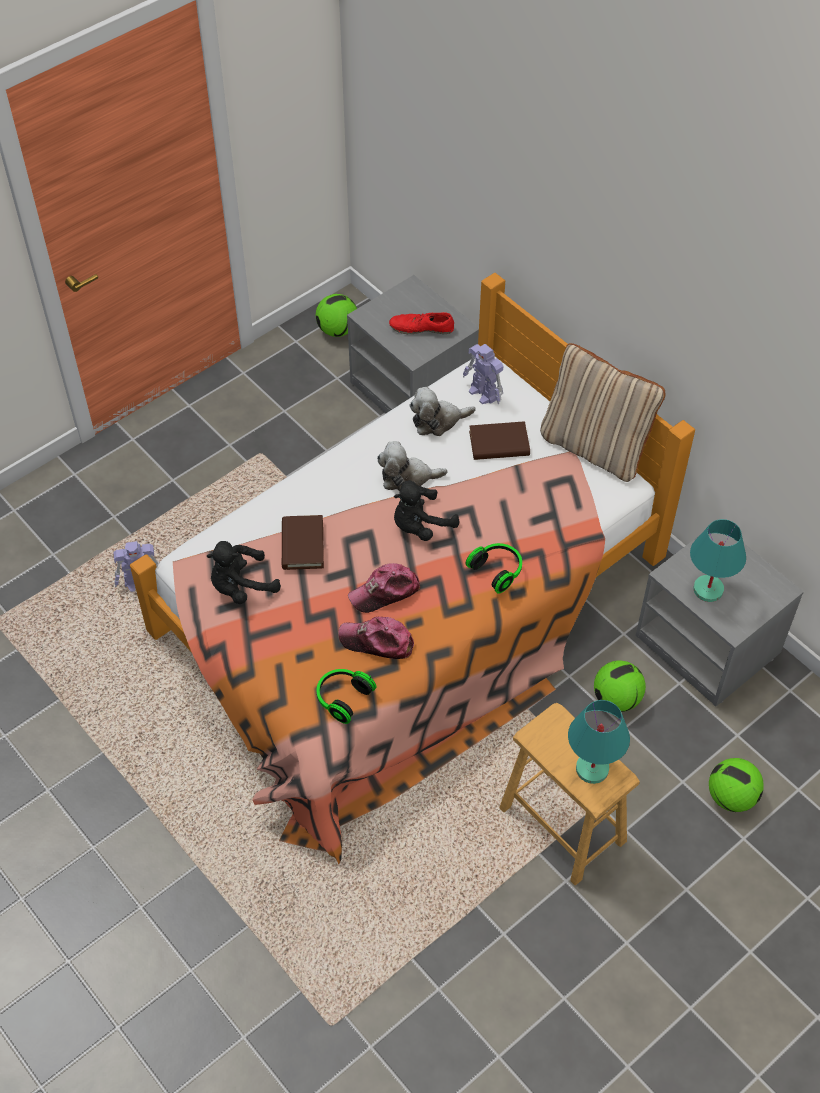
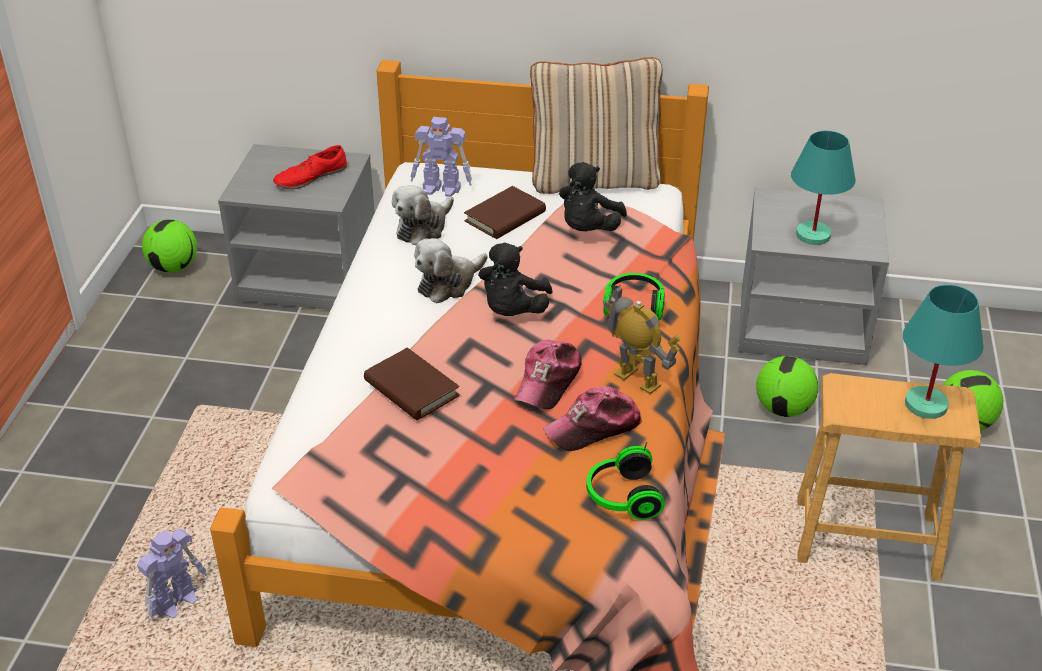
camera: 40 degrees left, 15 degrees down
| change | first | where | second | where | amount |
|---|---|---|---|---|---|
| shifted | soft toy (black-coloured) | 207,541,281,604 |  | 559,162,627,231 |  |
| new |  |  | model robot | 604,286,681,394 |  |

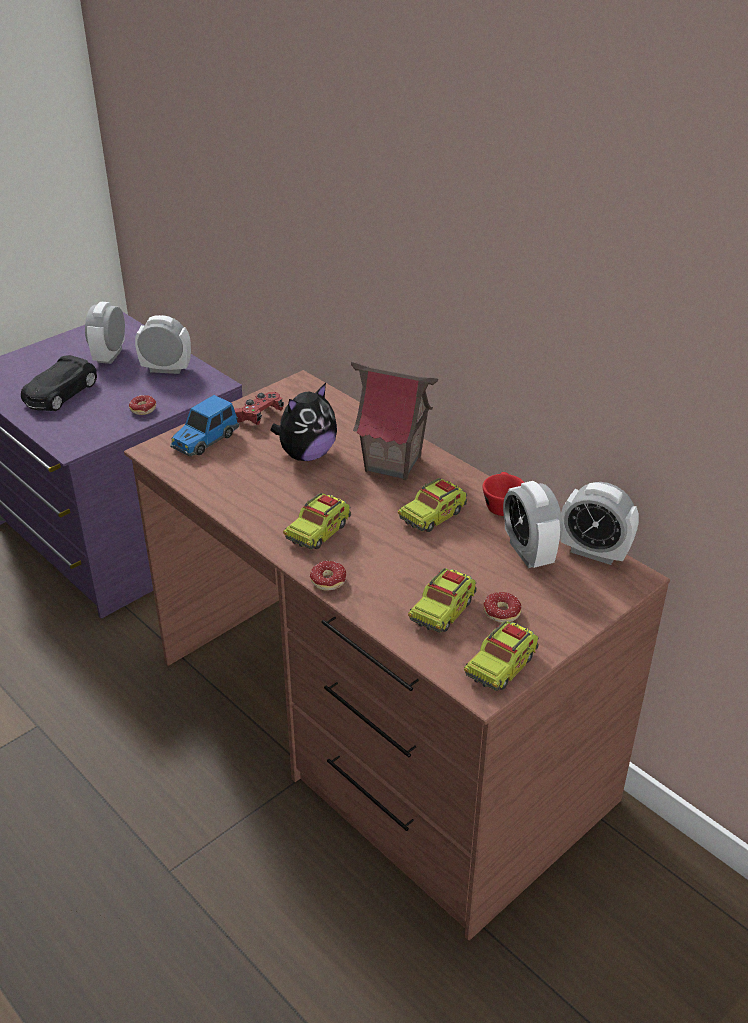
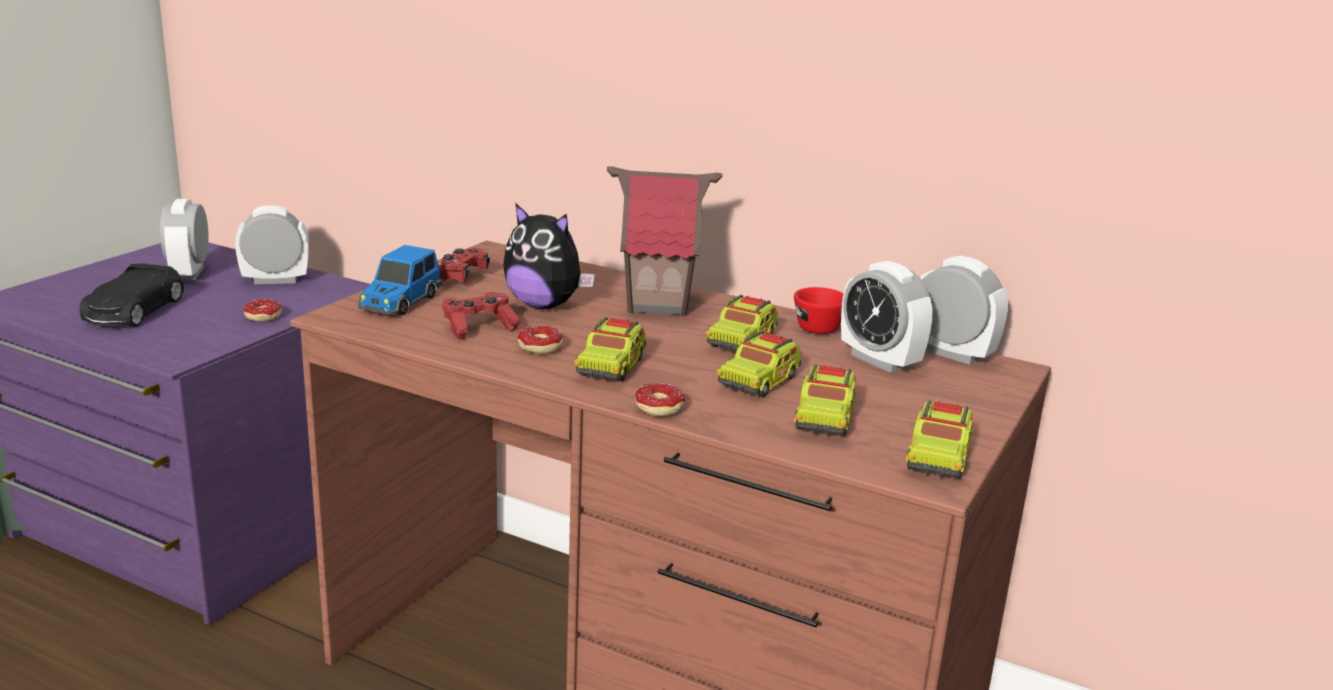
camera: 20 degrees left, 15 degrees down
| change | first | where | second | where | amount |
|---|---|---|---|---|---|
| rotated | soft toy | 270,383,337,461 |  | 503,203,595,309 | 90 degrees clockwise |
| rotated | bedside clock | 560,482,639,565 |  | 920,256,1008,365 | 150 degrees counterclockwise |
| shifted | donut | 483,592,522,623 |  | 518,326,563,354 |  |
| new |  |  | gamepad (red-coloured) | 442,292,521,339 |  |
| new |  |  | model truck | 716,331,802,398 |  |

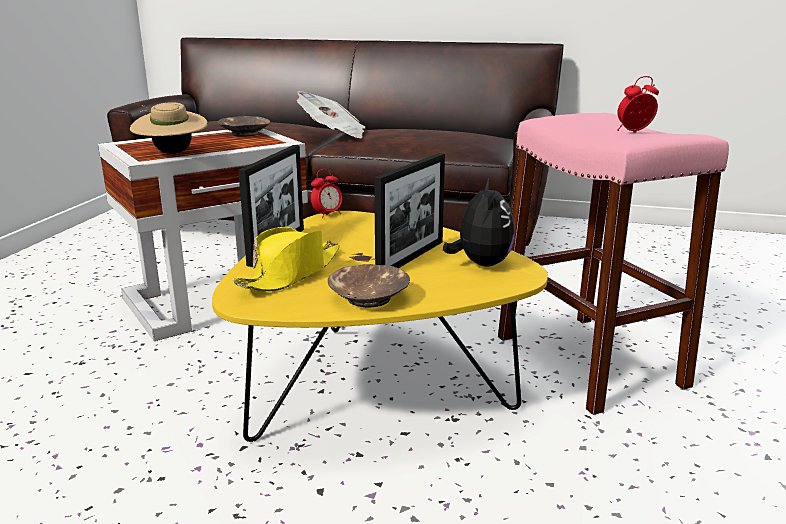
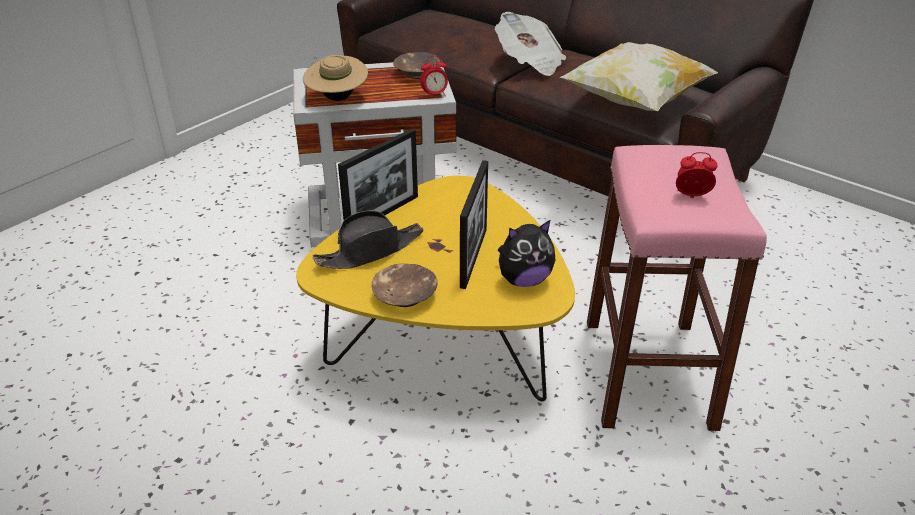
camera: 25 degrees right, 15 degrees up
| change | first | where | second | where | amount |
|---|---|---|---|---|---|
| rotated | picture frame | 374,153,445,268 |  | 460,160,488,289 | 45 degrees counterclockwise |
| shifted | bedside clock | 311,169,342,218 |  | 420,56,448,98 |  |
| rotated | soft toy | 443,179,514,267 |  | 498,220,555,287 | 45 degrees clockwise |
| repainted | wearable hat (yellowish) | 232,227,340,291 | wearable hat (black-coloured) | 313,210,424,269 |  |
| new |  |  | throw pillow | 559,42,718,111 |  |

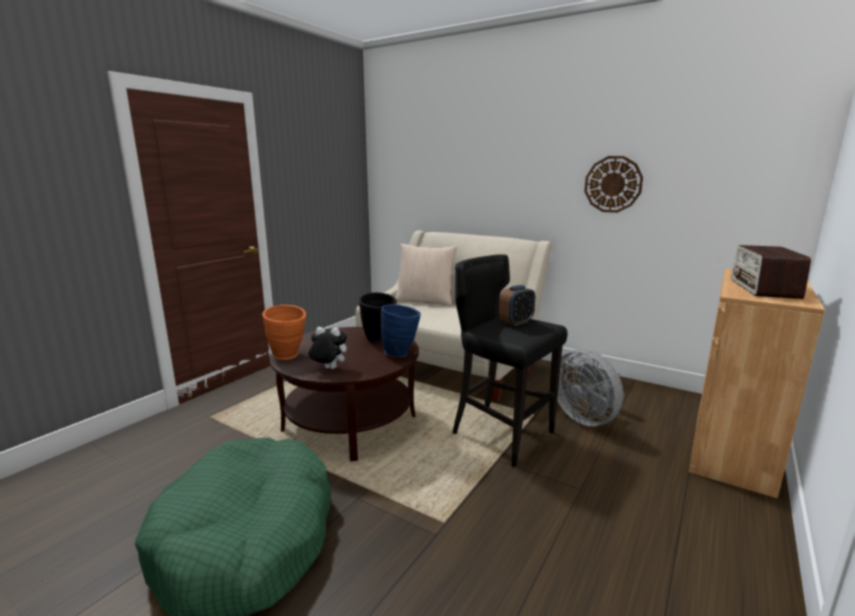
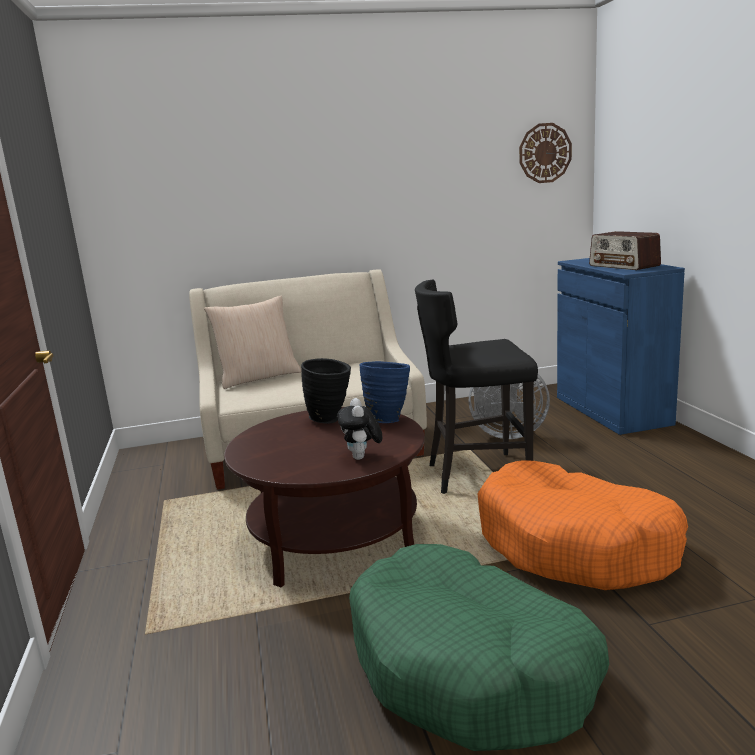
camera: 45 degrees left, 0 degrees up
| change | first | where | second | where | amount |
|---|---|---|---|---|---|
| shifted | hanging clock | 584,156,643,213 |  | 519,123,572,183 |  |
| repainted | storage cabinet (brown-coloured) | 689,269,825,498 | storage cabinet (bluish) | 557,258,685,435 |  |
| gone | bedside clock | 499,285,535,326 |  |  |  |
| gone | decorative vase (orange-coloured) | 262,305,306,360 |  |  |  |
| rotated | soft toy | 308,327,347,369 |  | 337,398,382,460 | 60 degrees counterclockwise |
| new |  |  | pet bed (orange-coloured) | 478,460,688,590 |  |

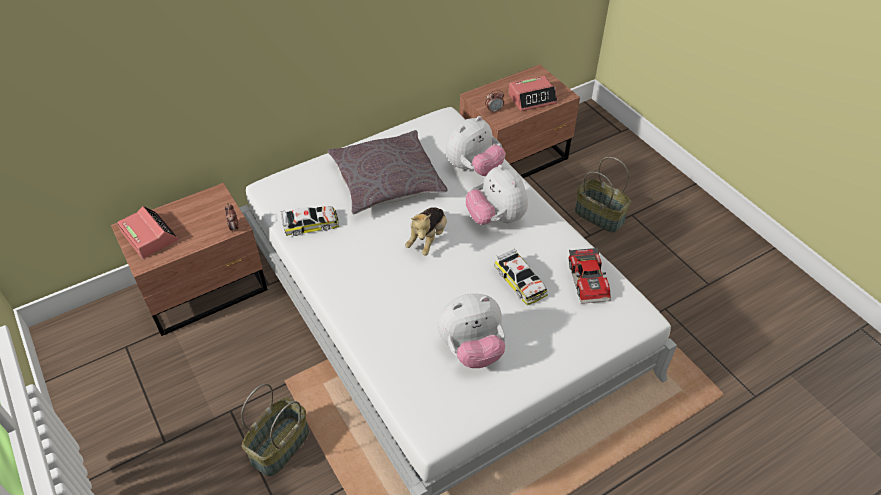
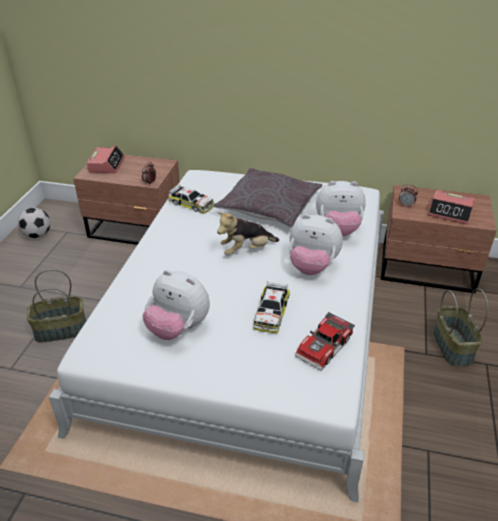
camera: 45 degrees right, 10 degrees down
| change | first | where | second | where | amount |
|---|---|---|---|---|---|
| rotated | soft toy | 466,164,528,225 |  | 289,214,343,275 | 90 degrees counterclockwise |
| new |  |  | football | 18,208,50,238 |  |

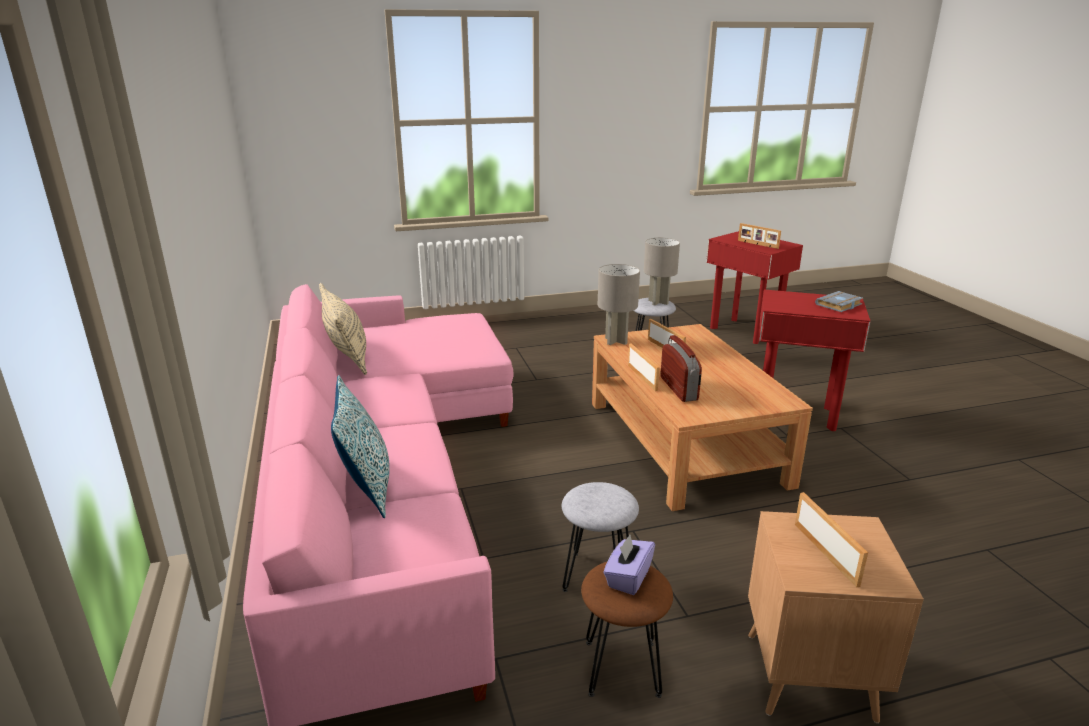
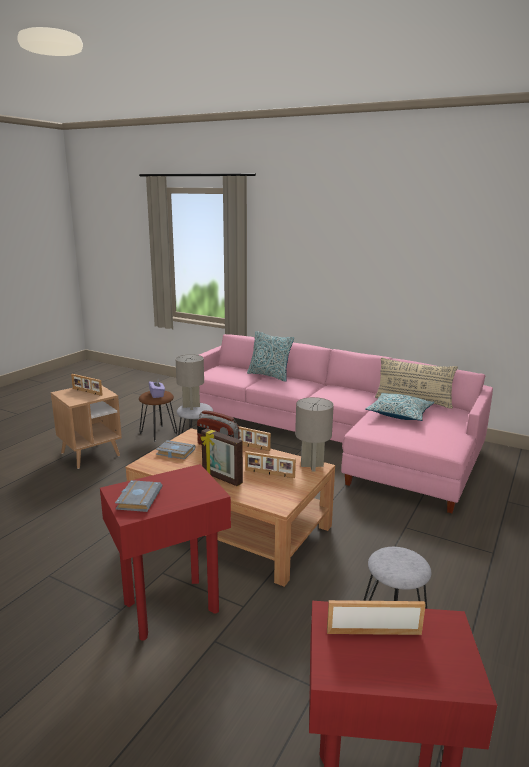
camera: 135 degrees right, 5 degrees down
| change | first | where | second | where | amount |
|---|---|---|---|---|---|
| shifted | tabletop lamp (grey) | 644,238,680,305 |  | 176,354,204,410 |  |
| new |  |  | throw pillow | 365,393,435,421 |  |
| new |  |  | picture frame | 201,428,243,486 |  |
| new |  |  | book (grey) | 156,440,195,460 |  |

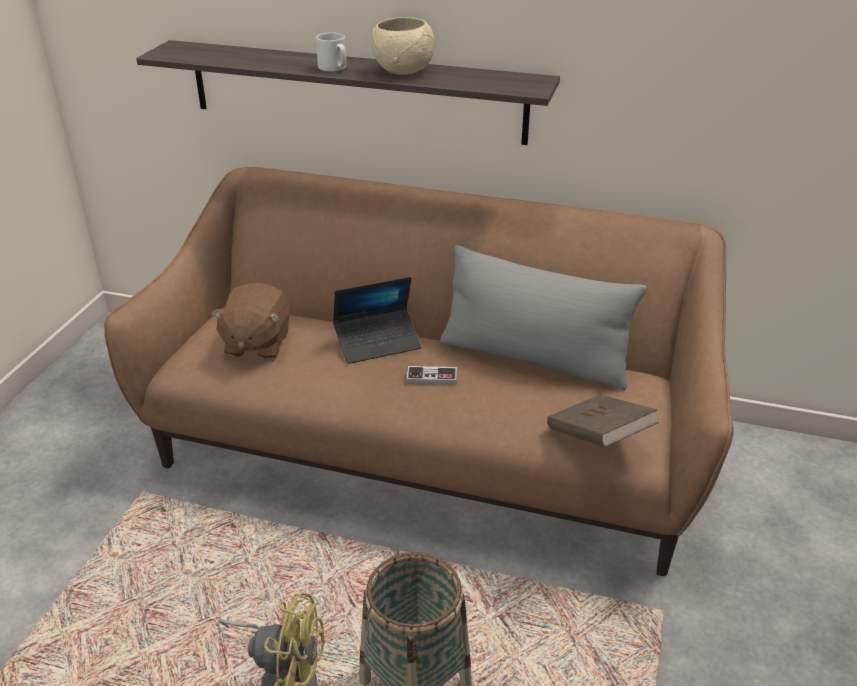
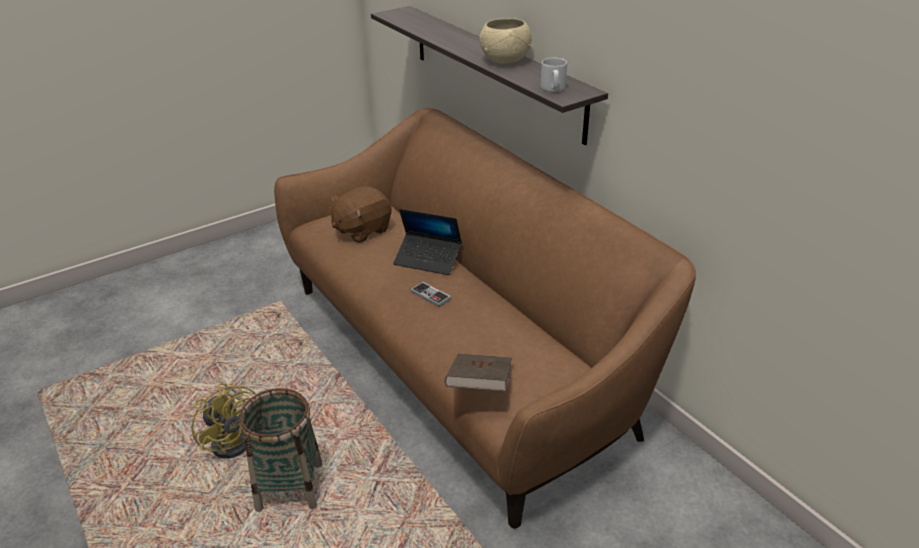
camera: 40 degrees right, 0 degrees up
| change | first | where | second | where | amount |
|---|---|---|---|---|---|
| shifted | coffee mug (grey) | 316,32,346,72 |  | 541,58,567,92 |  |
| gone | throw pillow (grey) | 440,245,647,390 |  |  |  |

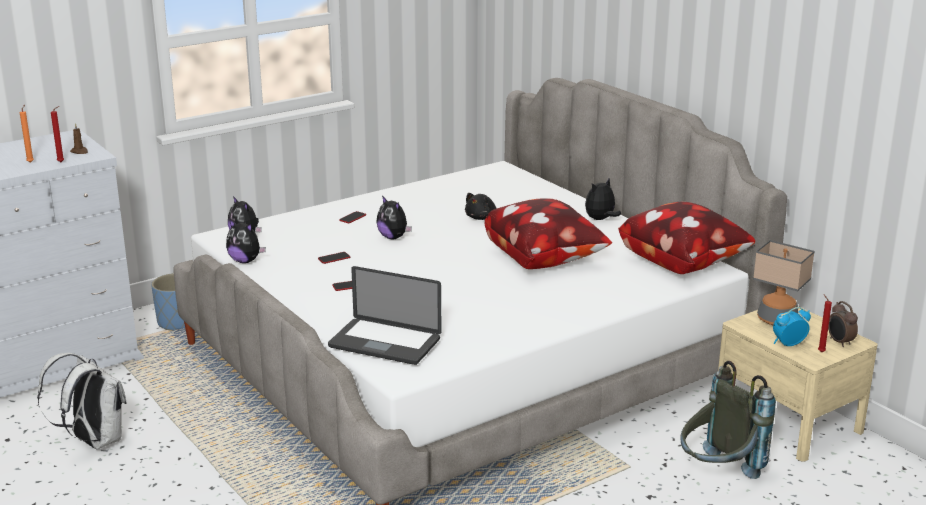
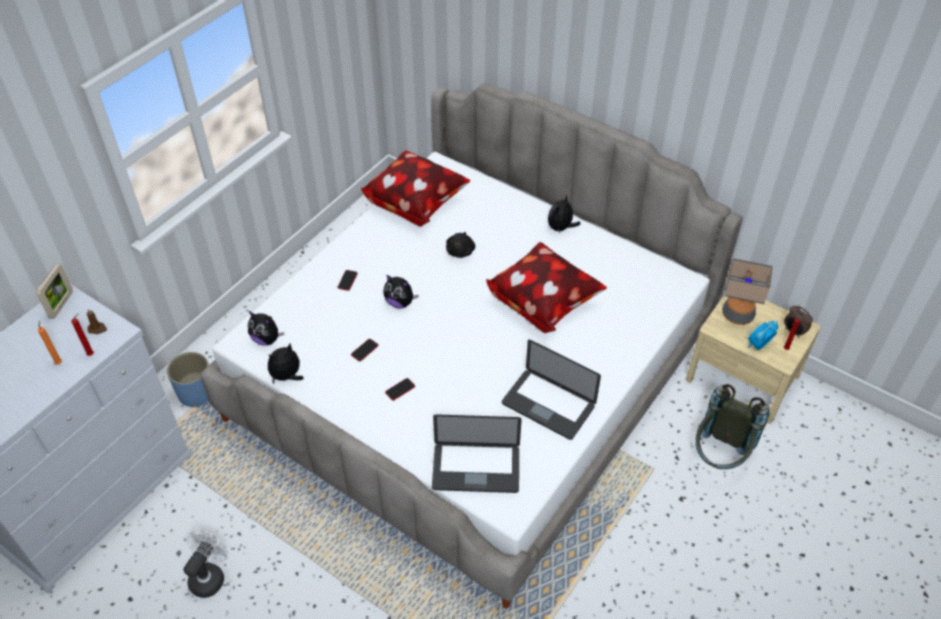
camera: 20 degrees left, 25 degrees up
| change | first | where | second | where | amount |
|---|---|---|---|---|---|
| shifted | throw pillow | 618,202,755,274 |  | 361,151,470,227 |  |
| rotated | soft toy | 226,220,266,263 |  | 268,344,304,384 | 135 degrees clockwise |
| swapped | backpack (white) | 37,353,127,450 | fan (white) | 183,530,228,598 |  |
| new |  |  | picture frame | 36,264,73,319 |  |
| new |  |  | laptop | 502,340,601,440 |  |

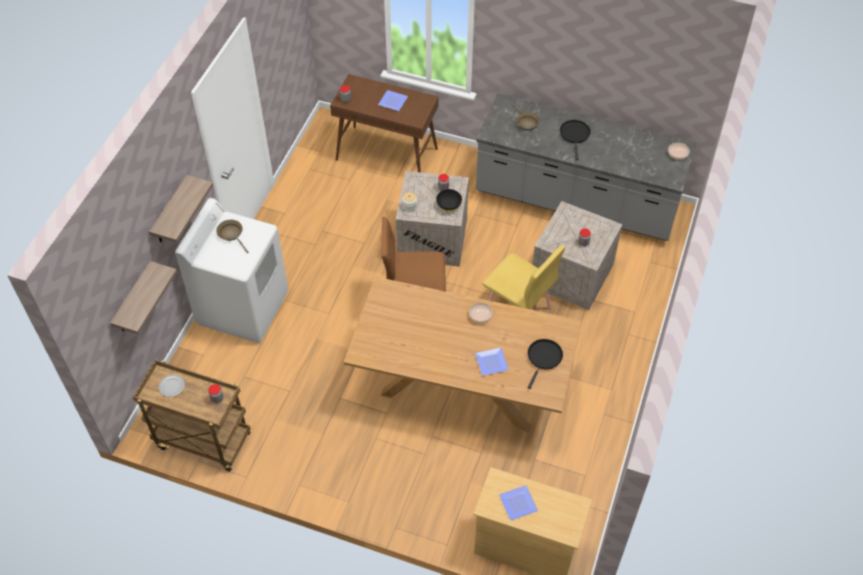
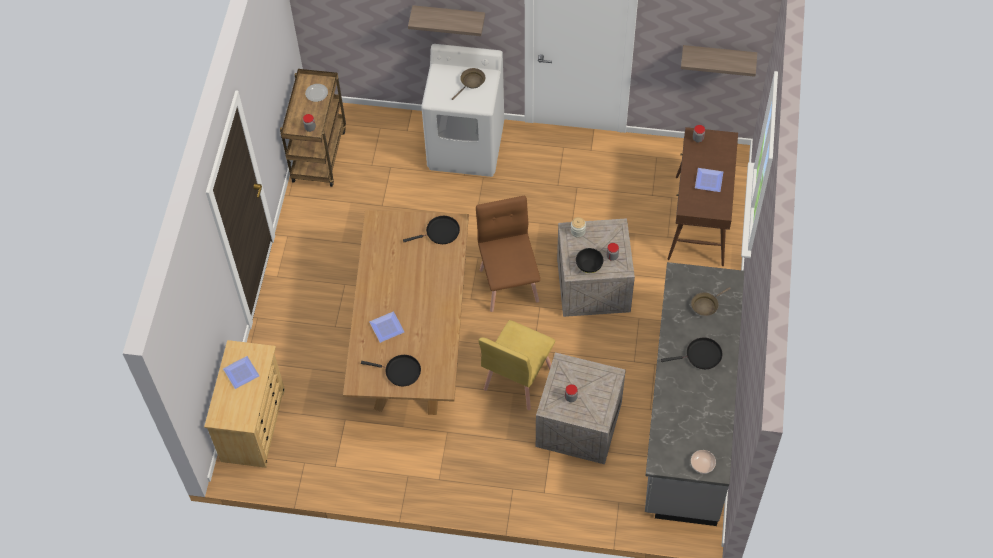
camera: 80 degrees right, 5 degrees up
| change | first | where | second | where | amount |
|---|---|---|---|---|---|
| shifted | wall shelf | 110,261,177,334 |  | 681,45,757,77 |  |
| gone | deep dish | 469,302,493,323 |  |  |  |
| new |  |  | frying pan (black-coloured) | 403,216,460,244 |  |

